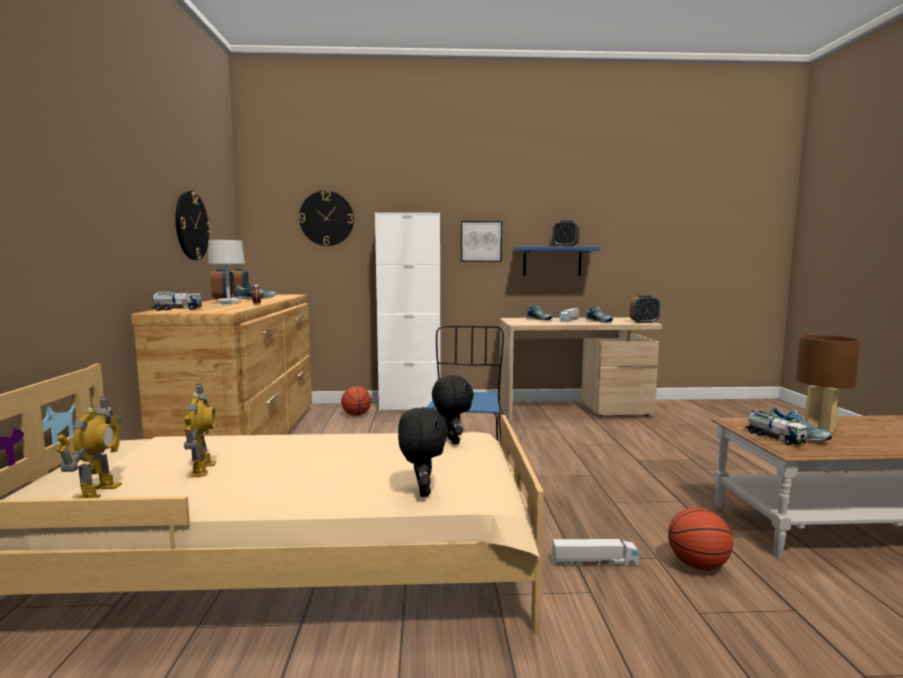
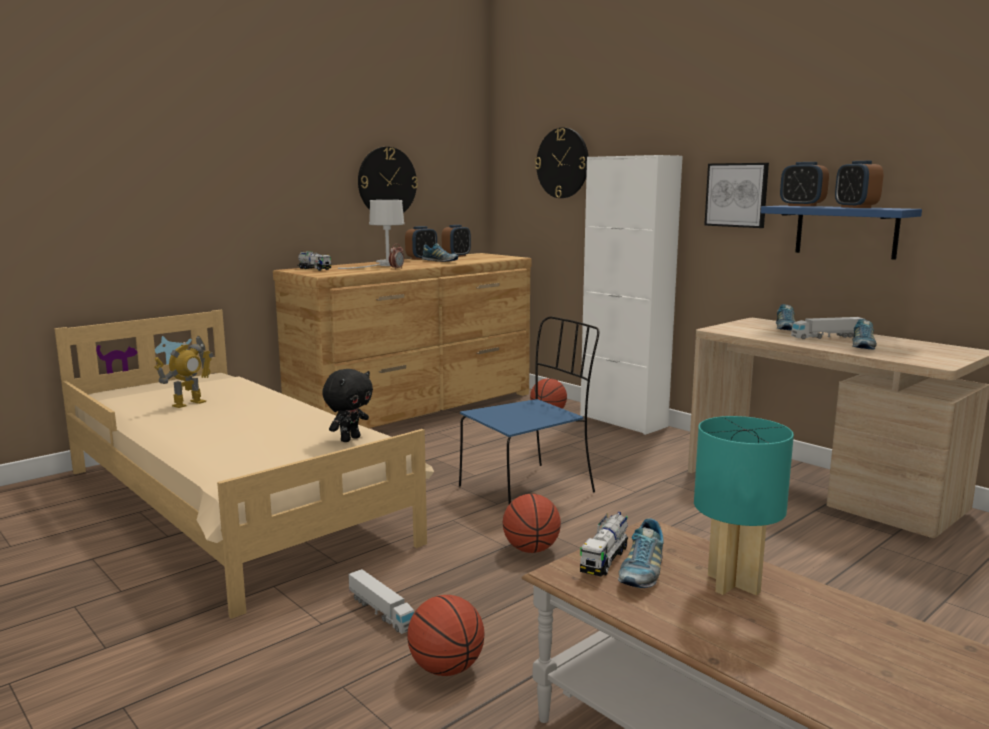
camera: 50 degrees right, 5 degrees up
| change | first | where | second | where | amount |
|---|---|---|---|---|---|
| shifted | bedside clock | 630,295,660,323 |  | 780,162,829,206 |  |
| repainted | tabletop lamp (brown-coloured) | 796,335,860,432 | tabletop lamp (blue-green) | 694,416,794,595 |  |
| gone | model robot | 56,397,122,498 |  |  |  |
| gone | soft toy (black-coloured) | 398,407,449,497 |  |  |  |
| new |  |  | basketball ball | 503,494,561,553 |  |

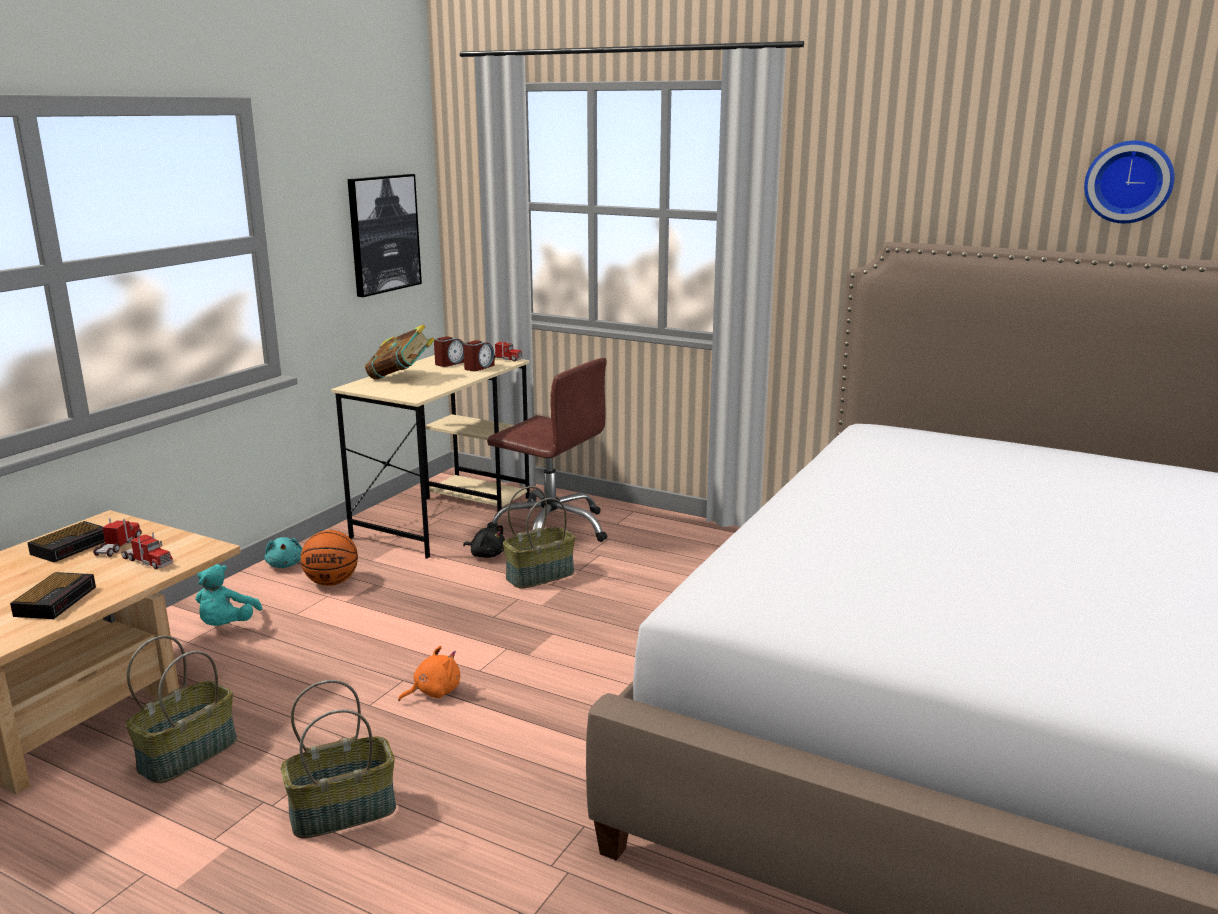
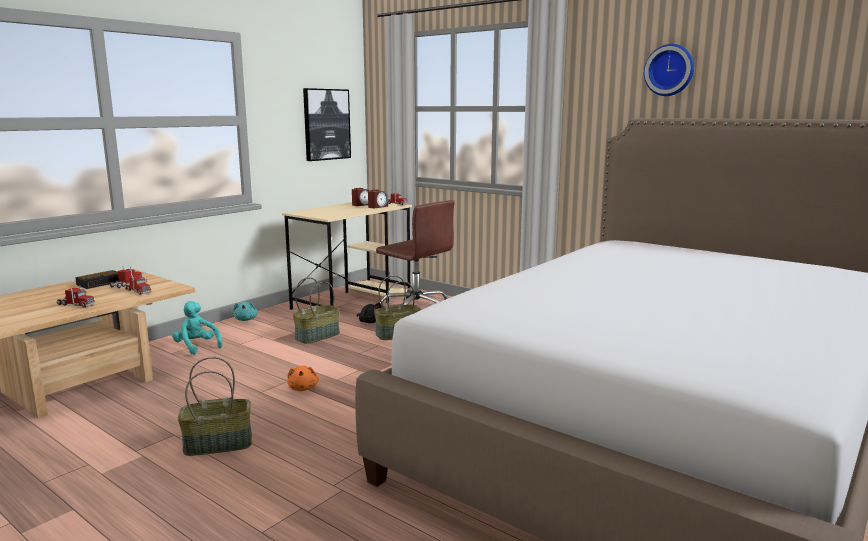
camera: 10 degrees right, 5 degrees down
| change | first | where | second | where | amount |
|---|---|---|---|---|---|
| shifted | hanging clock | 1084,140,1175,223 |  | 644,44,694,96 |  |
| gone | book | 365,324,435,379 |  |  |  |
| gone | basketball ball | 301,530,358,586 |  |  |  |
| rotated | soft toy (blue-green) | 195,564,262,626 |  | 172,301,222,355 | 120 degrees clockwise |
| swapped | bedside clock | 10,572,96,619 | model truck | 57,285,95,308 |  |
| shifted | household basket | 126,636,237,783 |  | 293,277,340,344 |  |
| rotated | soft toy (orange-coloured) | 398,646,460,701 |  | 287,365,319,391 | 105 degrees clockwise |

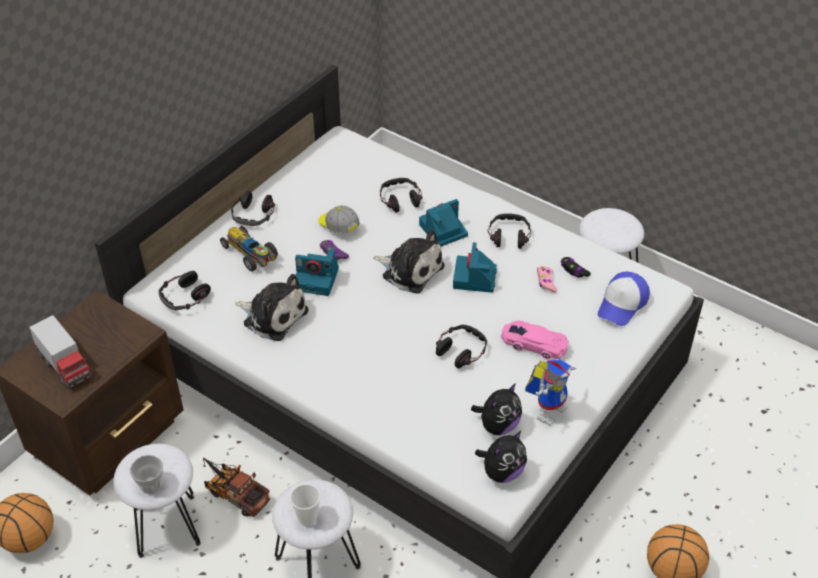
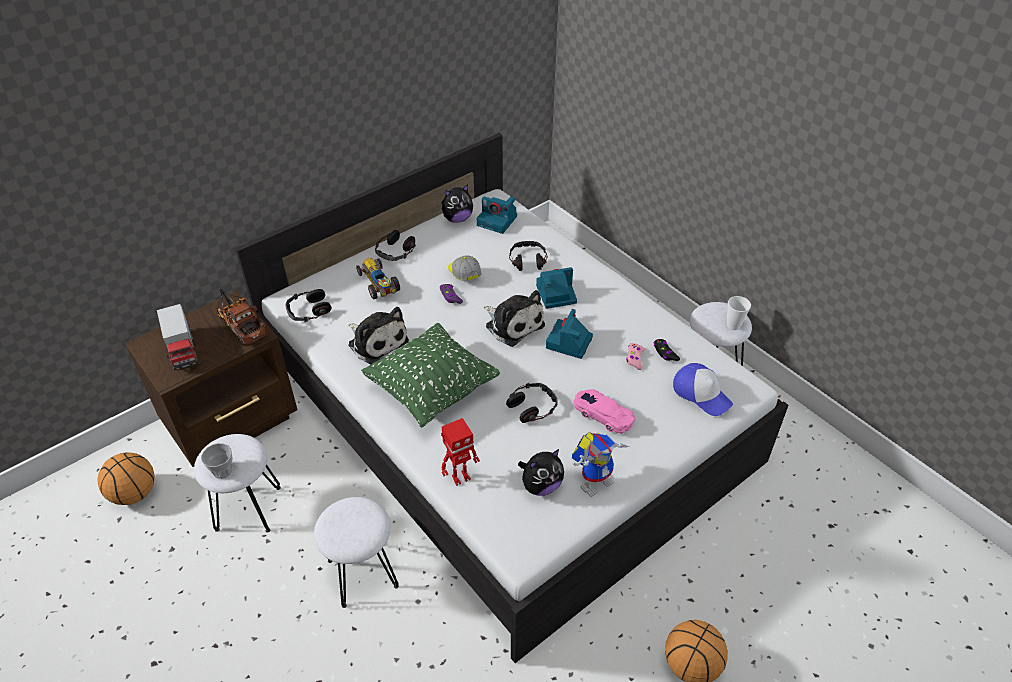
camera: 15 degrees right, 0 degrees up
| change | first | where | second | where | amount |
|---|---|---|---|---|---|
| gone | pair of headphones | 488,214,531,249 |  |  |  |
| shifted | photo camera | 295,249,339,296 |  | 477,196,517,234 |  |
| rotated | baseball cap | 598,272,650,326 |  | 673,363,733,416 | 90 degrees counterclockwise |
| shifted | soft toy | 475,431,527,483 |  | 442,184,473,223 |  |
| shifted | model truck | 203,458,270,517 |  | 216,287,267,345 |  |
| shifted | cup | 290,484,320,527 |  | 727,296,751,330 |  |
| new |  |  | throw pillow (green) | 361,323,500,428 |  |
| new |  |  | model robot | 441,418,480,486 |  |

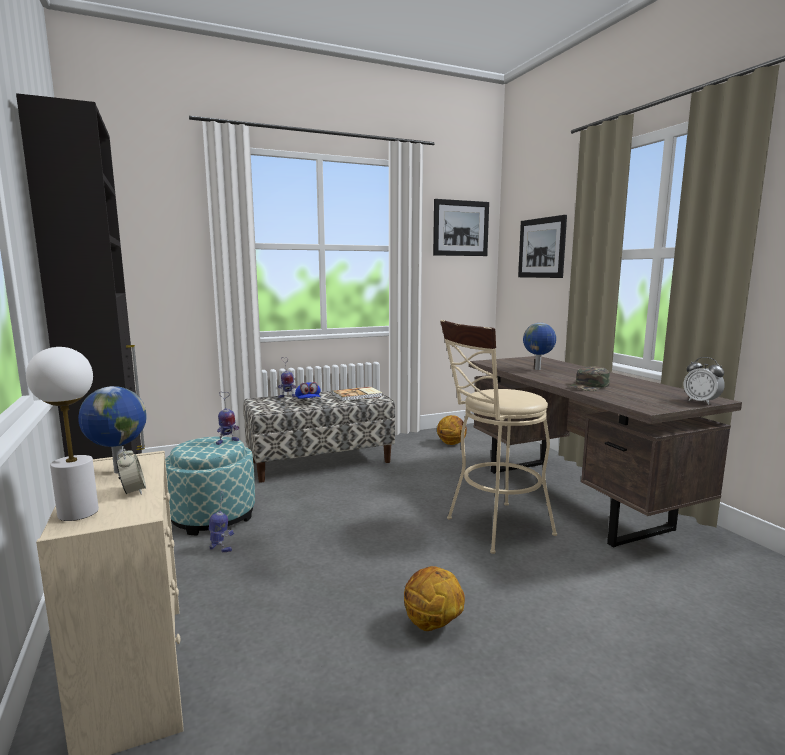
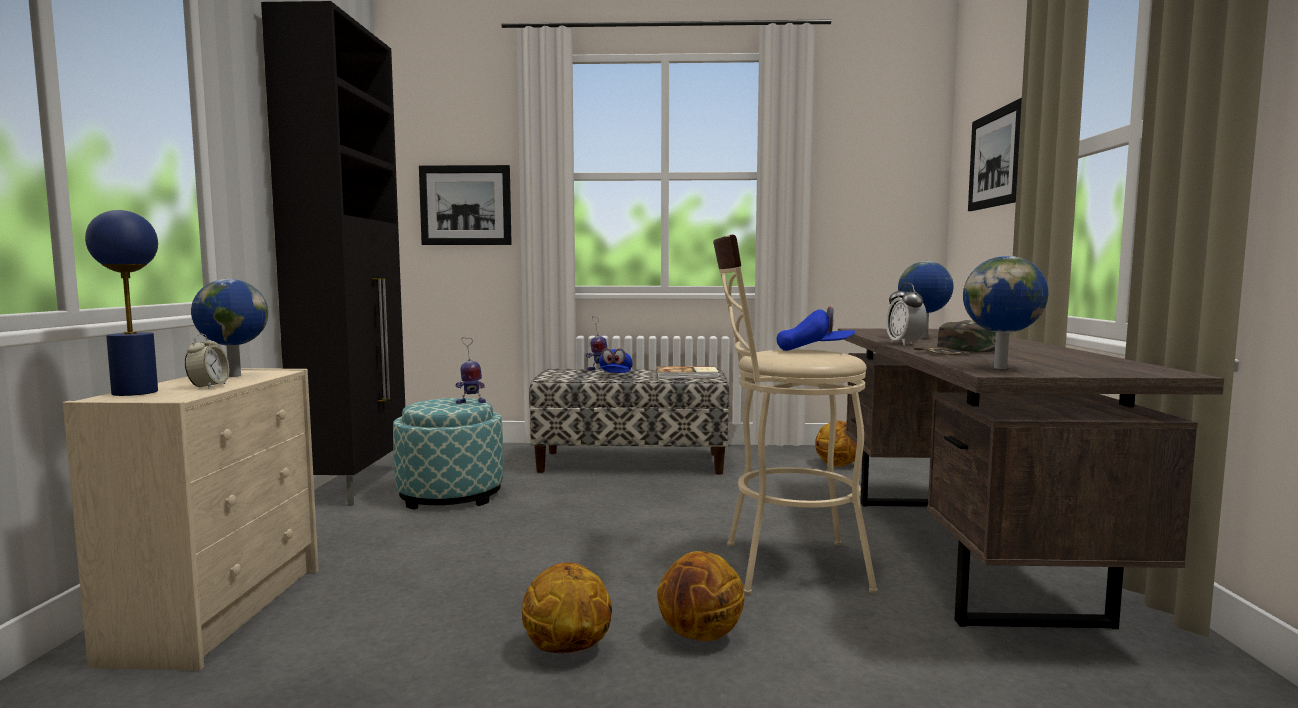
camera: 25 degrees right, 5 degrees down
| change | first | where | second | where | amount |
|---|---|---|---|---|---|
| shifted | wall art | 433,199,489,256 |  | 419,165,512,245 |  |
| repainted | tabletop lamp (white) | 26,347,99,521 | tabletop lamp (bluish) | 85,210,158,396 |  |
| shifted | bedside clock | 684,357,725,405 |  | 886,283,927,346 |  |
| gone | model robot | 209,498,234,552 |  |  |  |
| new |  |  | globe | 963,256,1048,369 |  |
| new |  |  | baseball cap (bluish) | 777,306,855,351 |  |
| new |  |  | basketball ball | 657,551,745,641 |  |

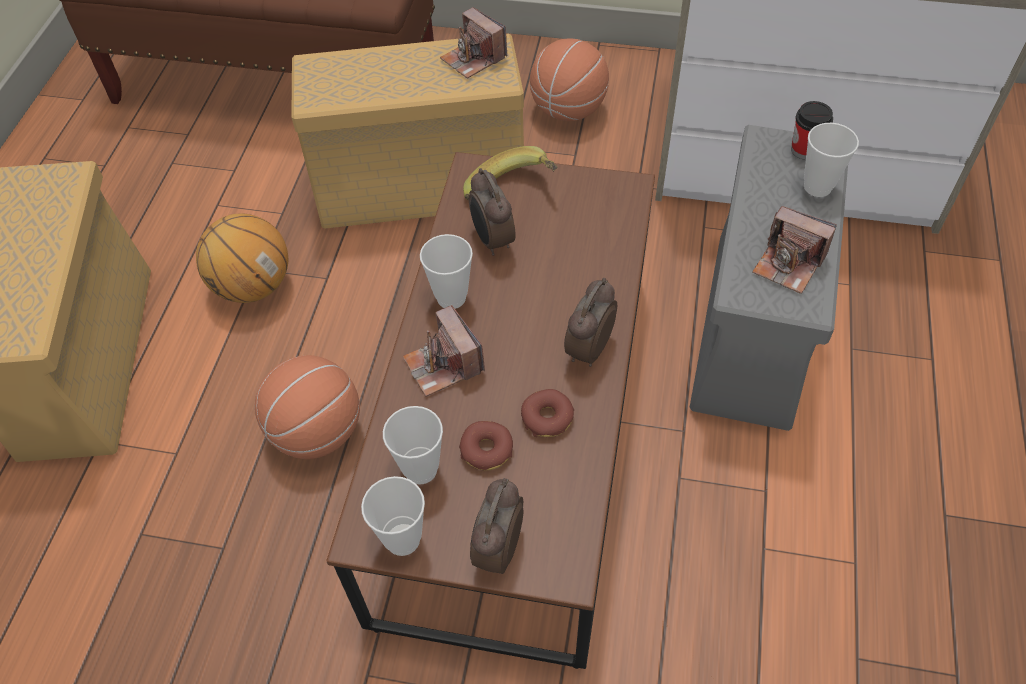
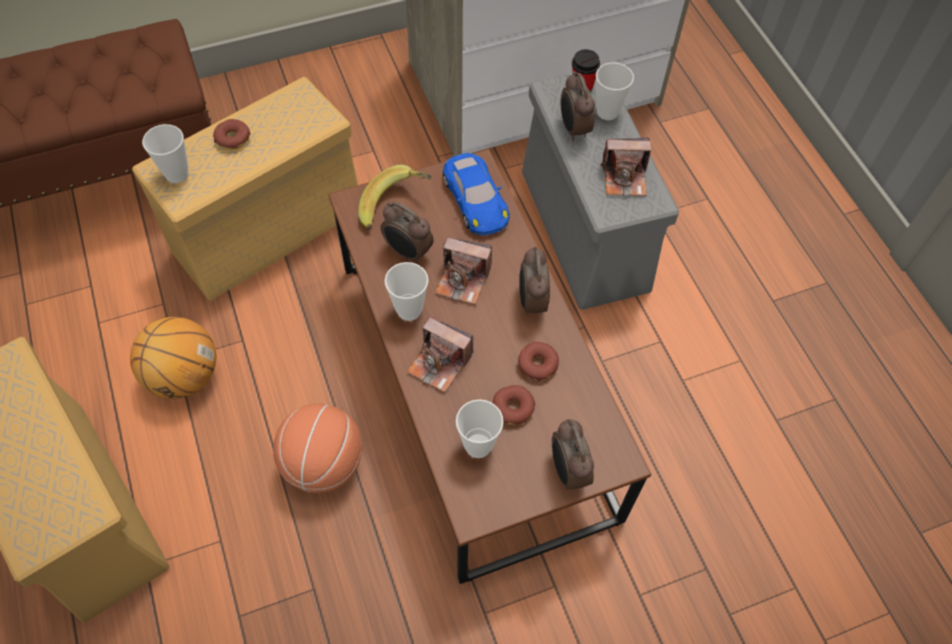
camera: 35 degrees left, 5 degrees up
| change | first | where | second | where | amount |
|---|---|---|---|---|---|
| shifted | photo camera | 440,7,507,79 |  | 435,237,492,305 |  |
| gone | basketball ball | 530,38,609,121 |  |  |  |
| shifted | cup | 361,476,425,556 |  | 142,124,189,183 |  |
| new |  |  | bedside clock | 561,71,595,141 |  |
| new |  |  | donut | 213,119,251,150 |  |
| new |  |  | model car (bluish) | 443,153,510,235 |  |

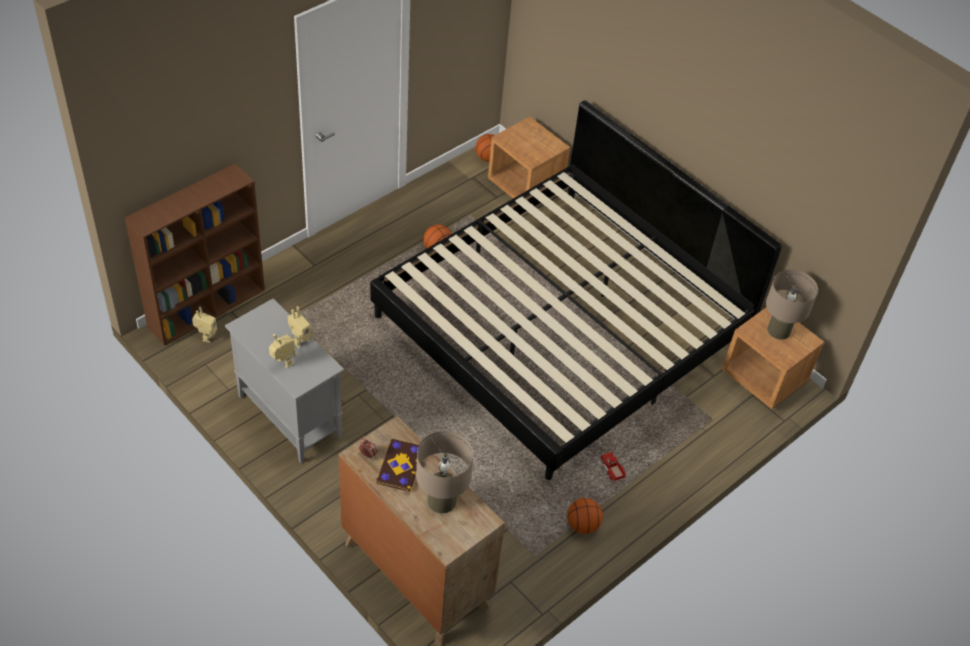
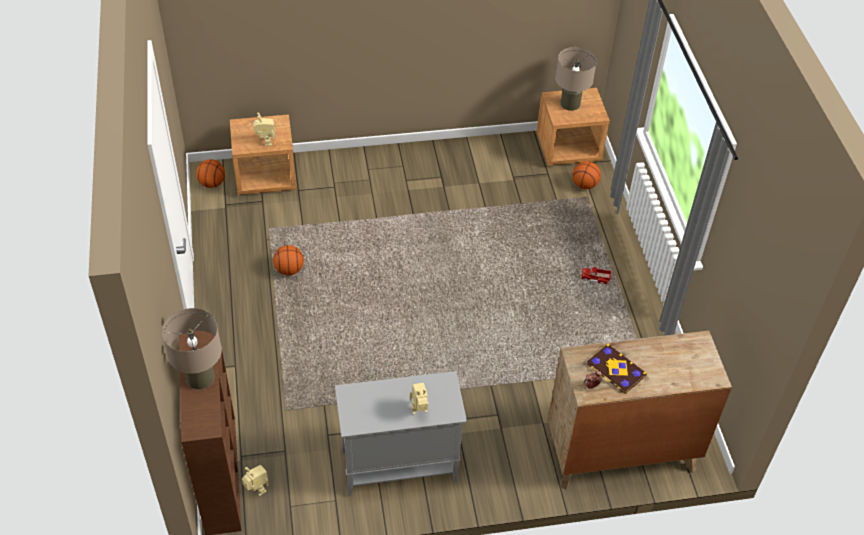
camera: 55 degrees left, 0 degrees up
| change | first | where | second | where | amount |
|---|---|---|---|---|---|
| gone | bed | 370,100,782,480 |  |  |  |
| shifted | model robot | 288,306,312,348 |  | 253,112,275,146 |  |
| shifted | tabletop lamp (beige-coloured) | 416,431,474,513 |  | 162,308,222,390 |  |
| shifted | basketball ball | 567,498,603,534 |  | 572,161,601,189 |  |

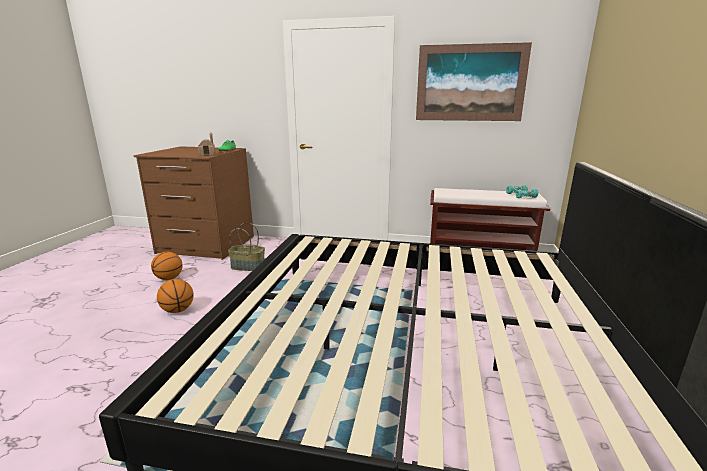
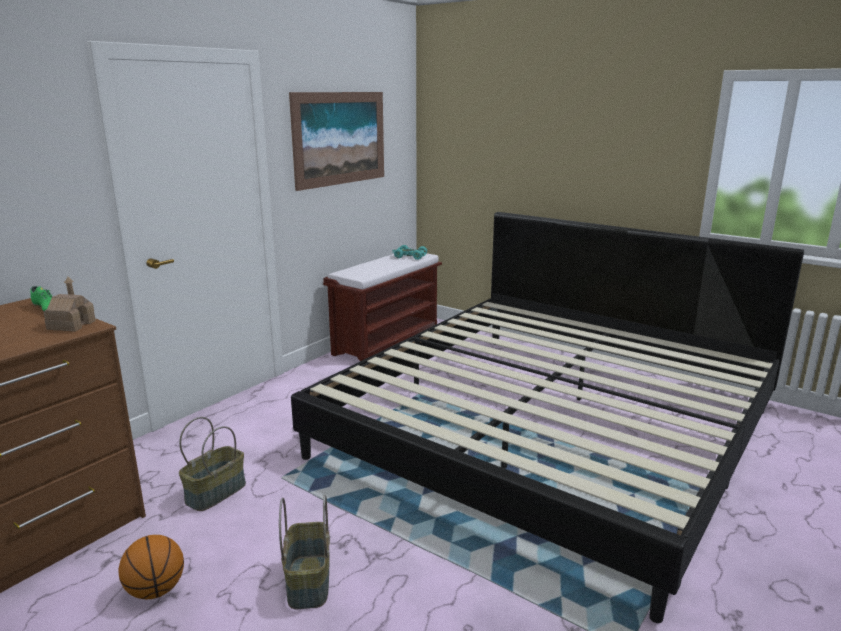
camera: 65 degrees left, 0 degrees up
| change | first | where | second | where | amount |
|---|---|---|---|---|---|
| swapped | basketball ball | 157,279,194,313 | household basket | 279,495,330,609 |  |

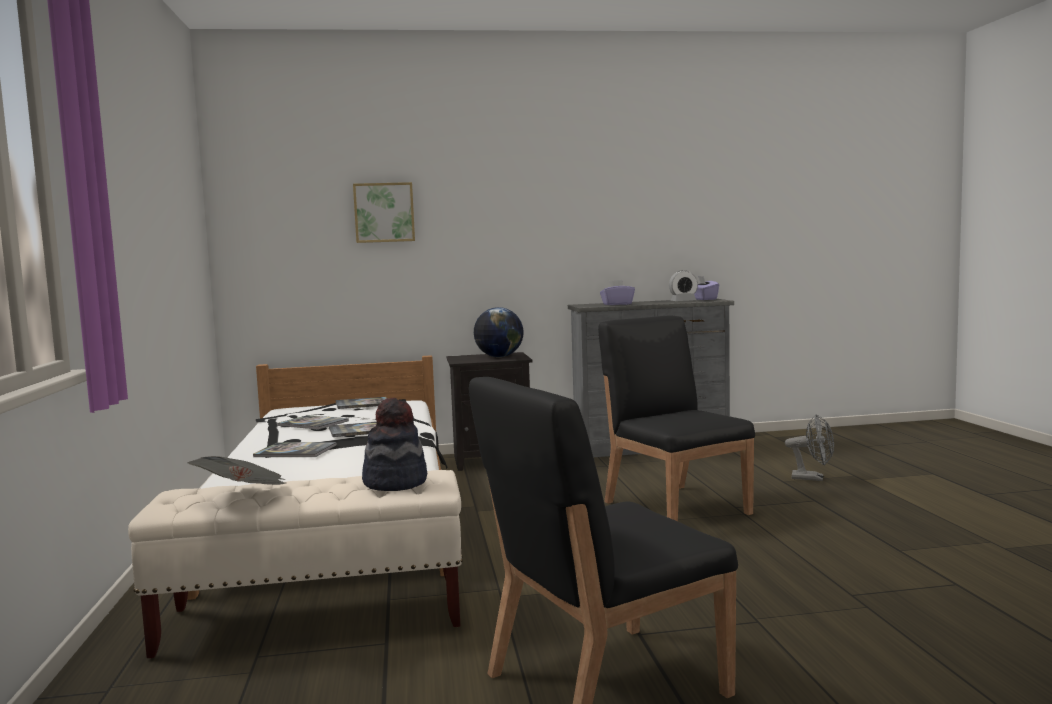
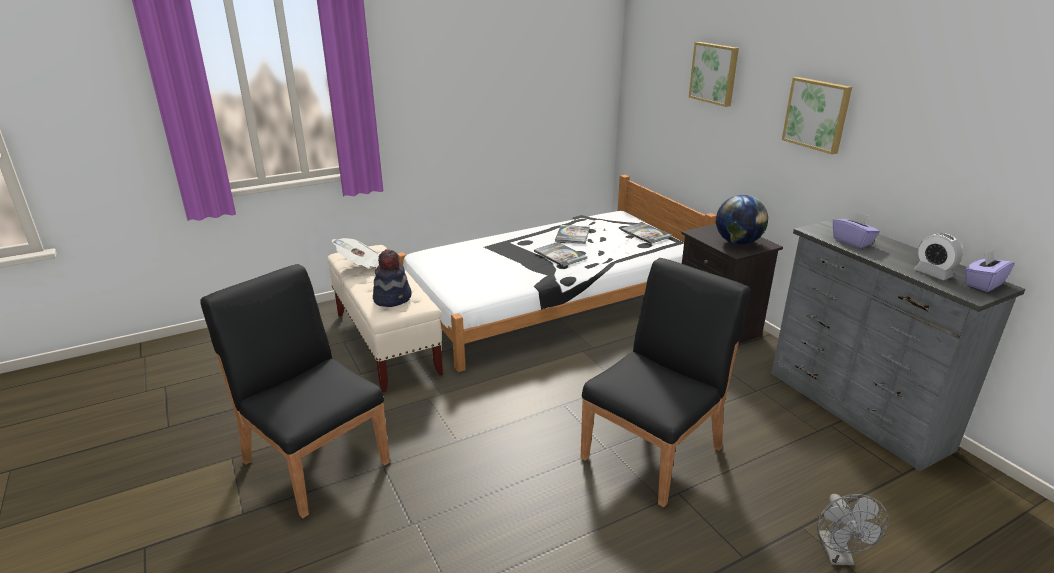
camera: 70 degrees right, 20 degrees up
| change | first | where | second | where | amount |
|---|---|---|---|---|---|
| gone | book | 253,442,337,457 |  |  |  |
| new |  |  | wall art | 782,77,852,154 |  |

